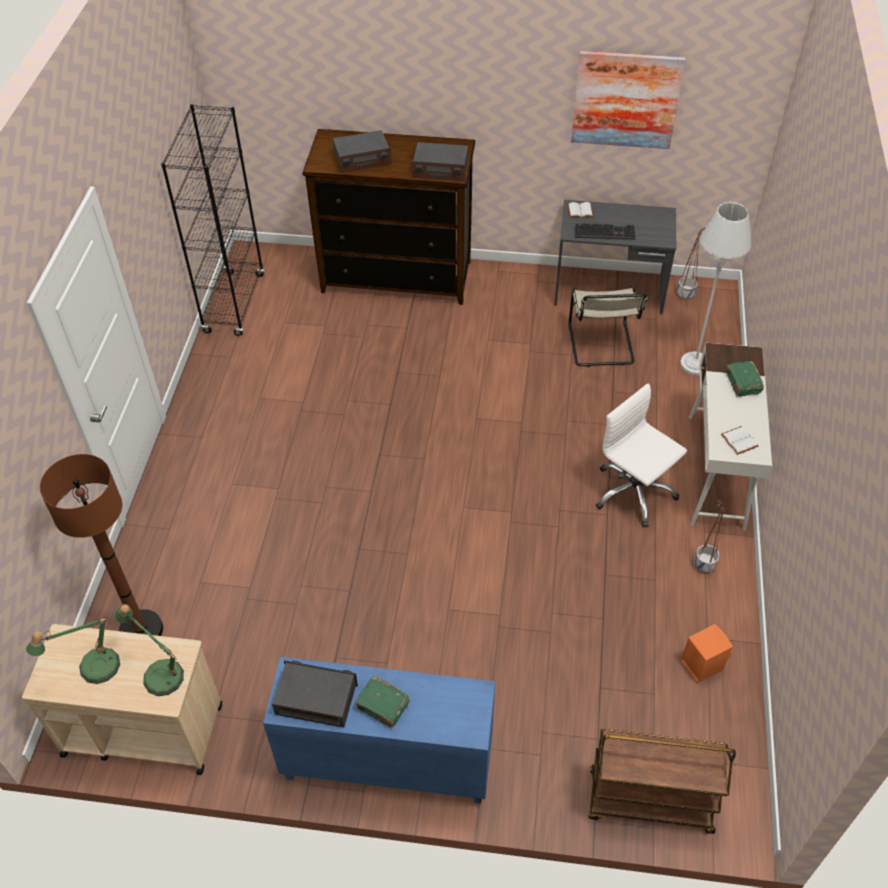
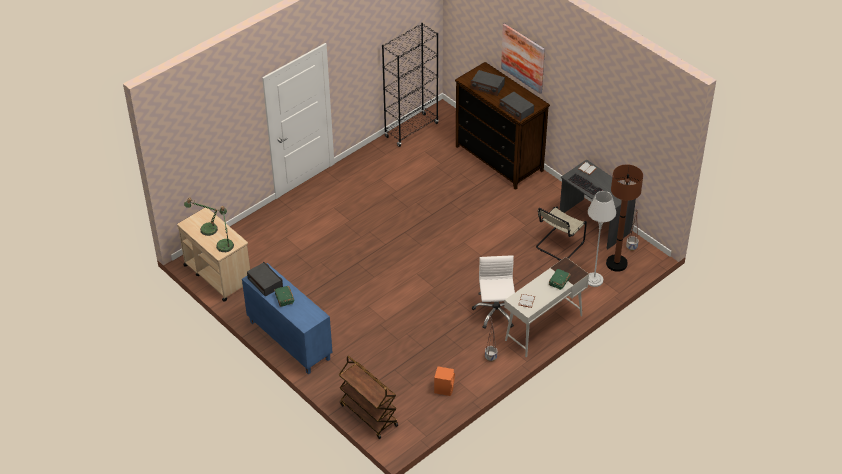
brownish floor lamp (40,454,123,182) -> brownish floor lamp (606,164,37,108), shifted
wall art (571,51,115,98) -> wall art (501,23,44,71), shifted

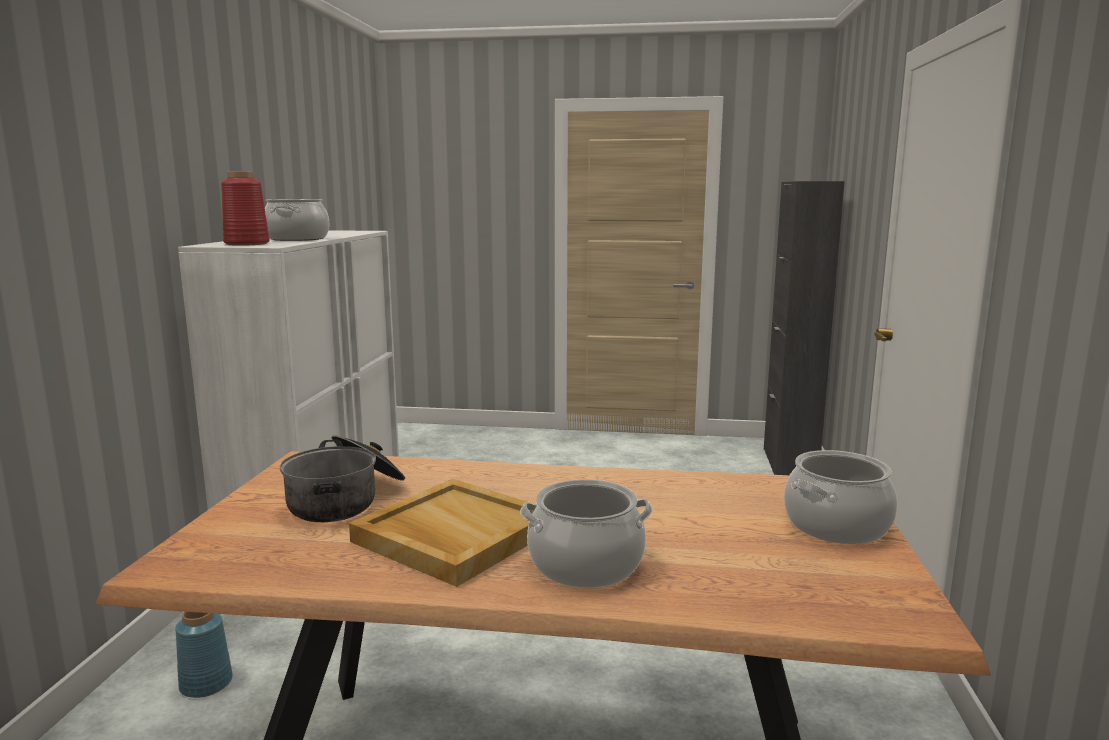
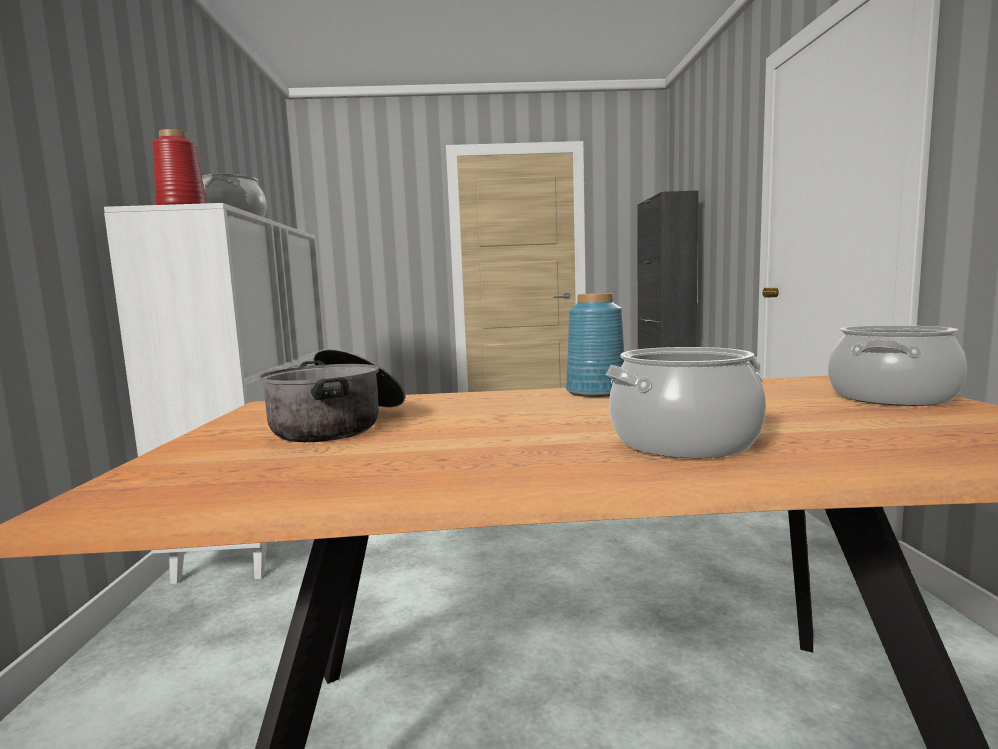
beige-coloured serving tray (349,479,184,108) -> none
blue flower vase (175,612,58,86) -> blue flower vase (566,293,59,104), shifted

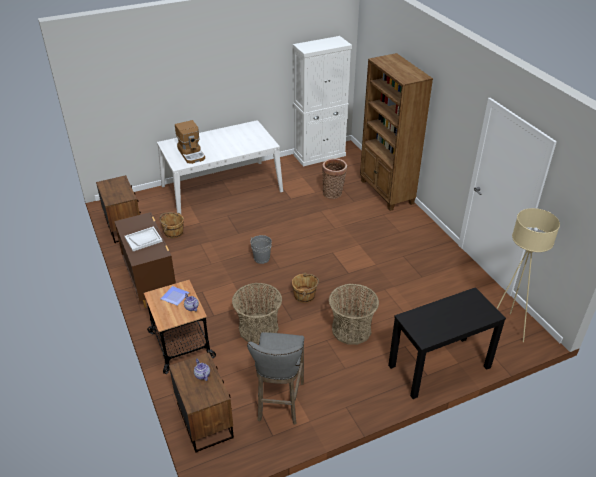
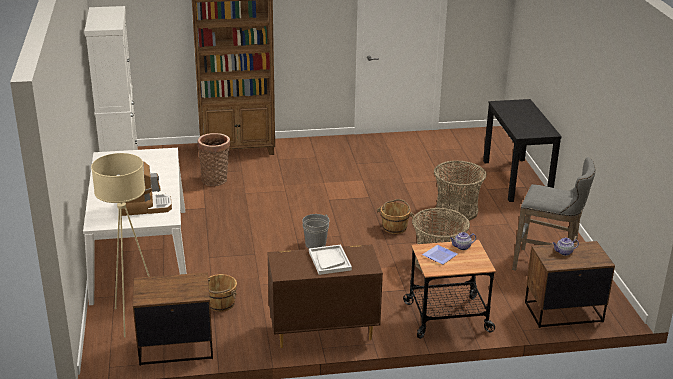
beige-coloured floor lamp (496,208,64,134) -> beige-coloured floor lamp (91,153,59,184), shifted

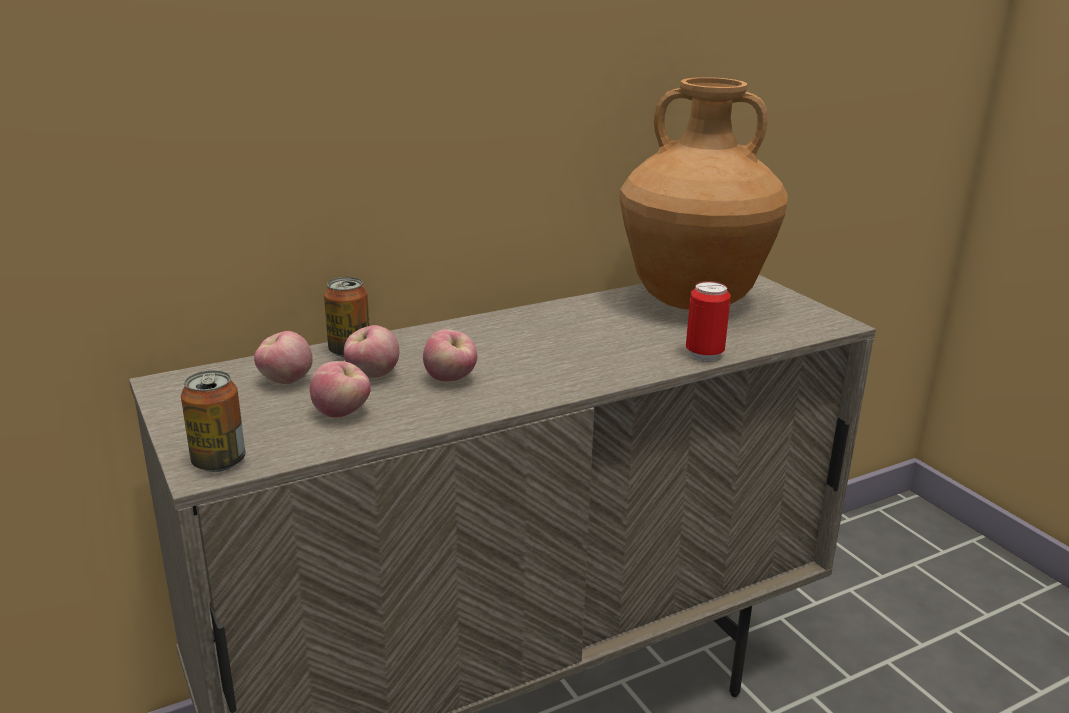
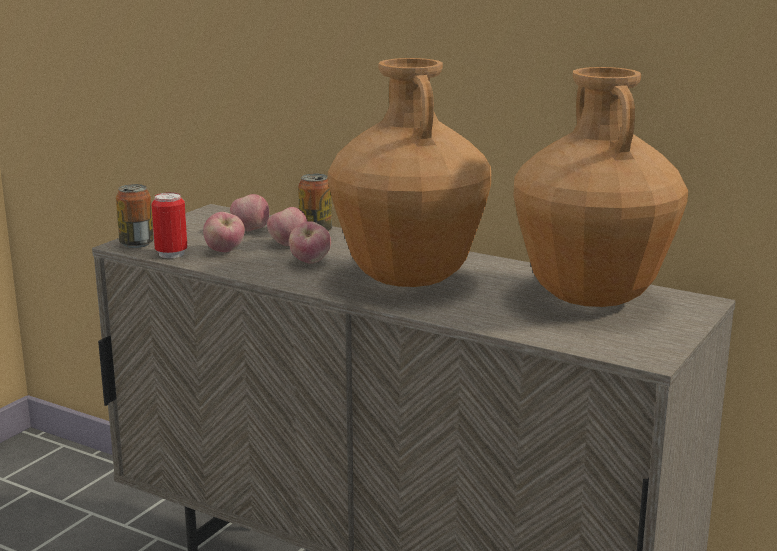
none -> brownish flower vase (328,58,163,229)
metal can (686,281,45,80) -> metal can (151,192,36,66), shifted

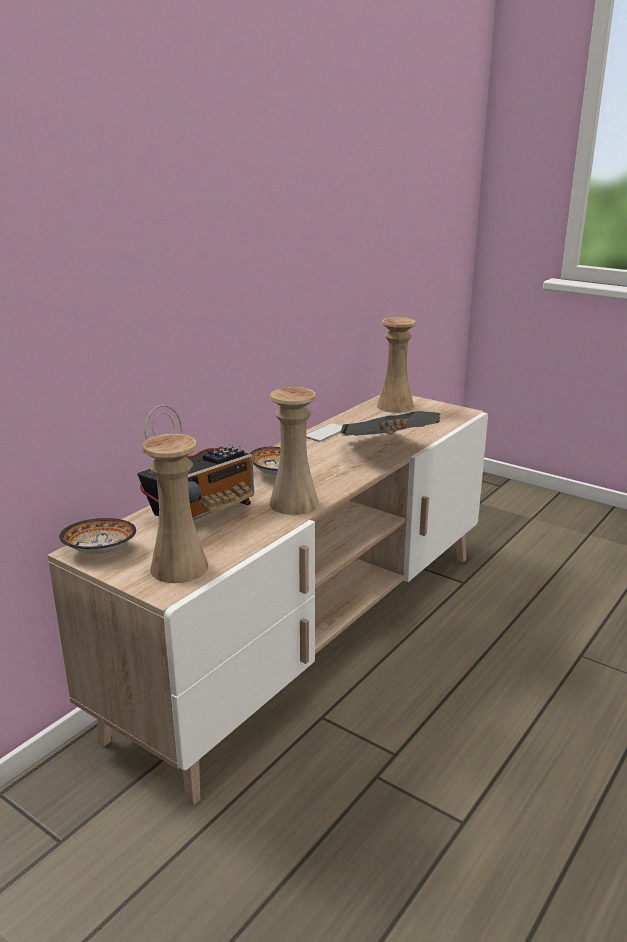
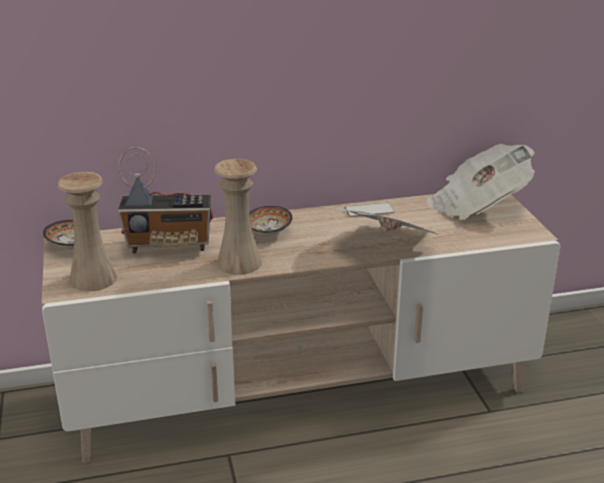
beige-coloured flower vase (377,317,40,96) -> daily paper (426,144,109,76)

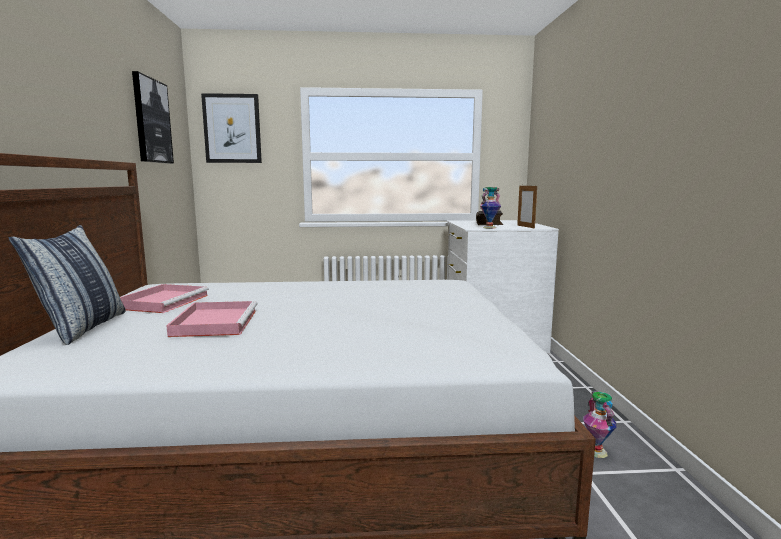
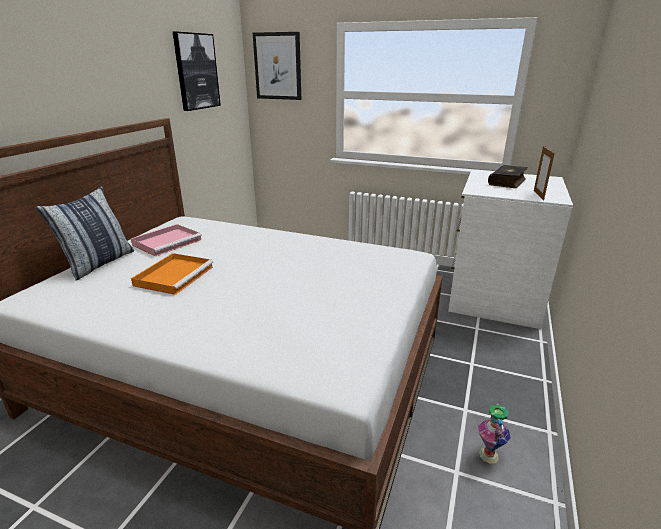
flower vase (480,187,21,42) -> none
pink serving tray (166,301,91,36) -> orange-coloured serving tray (131,253,83,42)

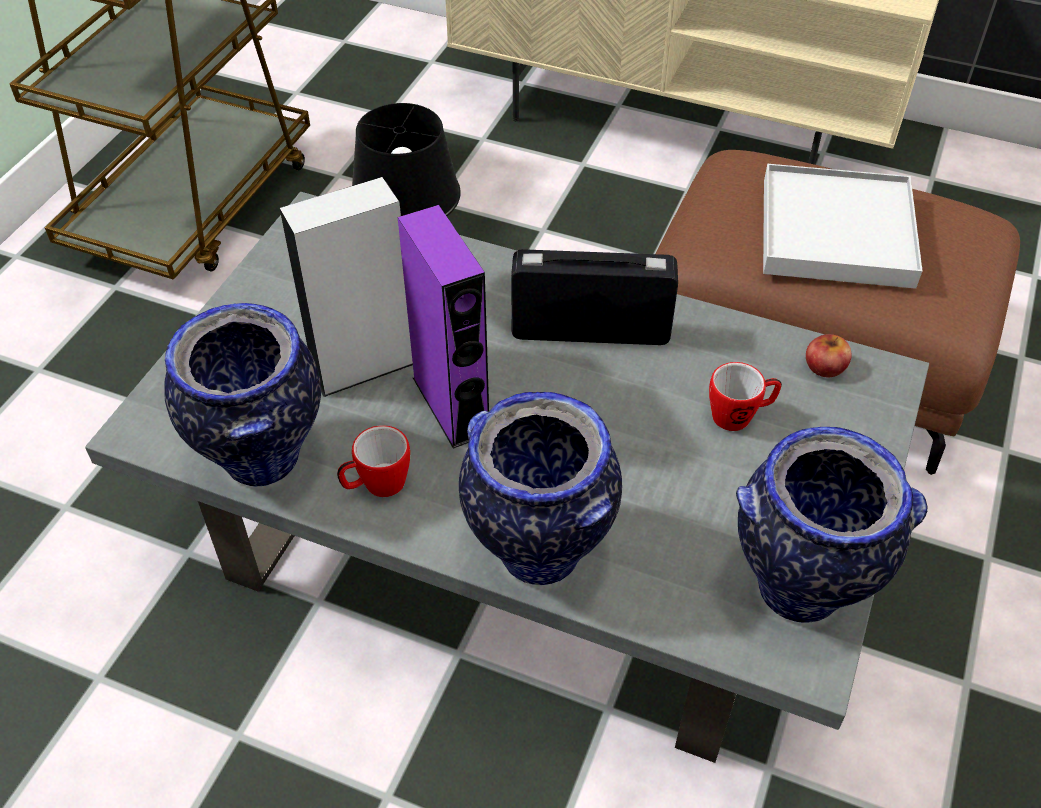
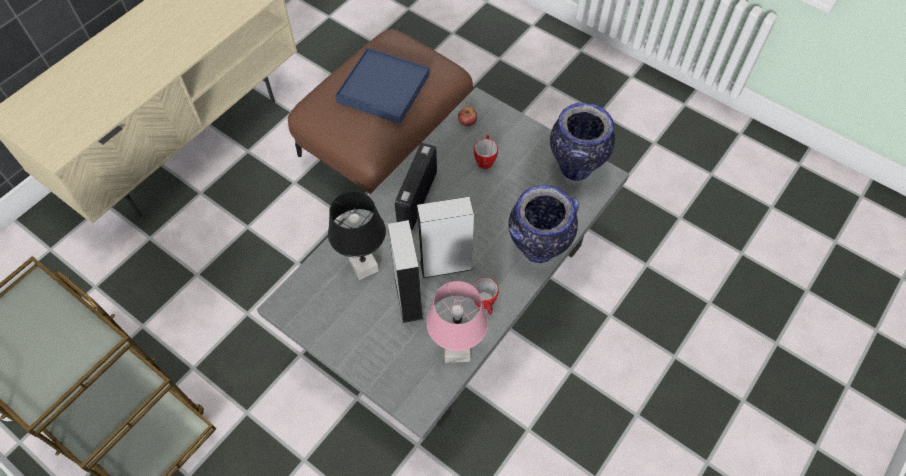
flower vase (164,303,157,183) -> pink lamp for a table (426,281,62,82)
purplish loudspeaker (398,205,91,244) -> greyish loudspeaker (417,197,57,81)
whitish serving tray (763,164,159,125) -> blue serving tray (335,48,95,76)

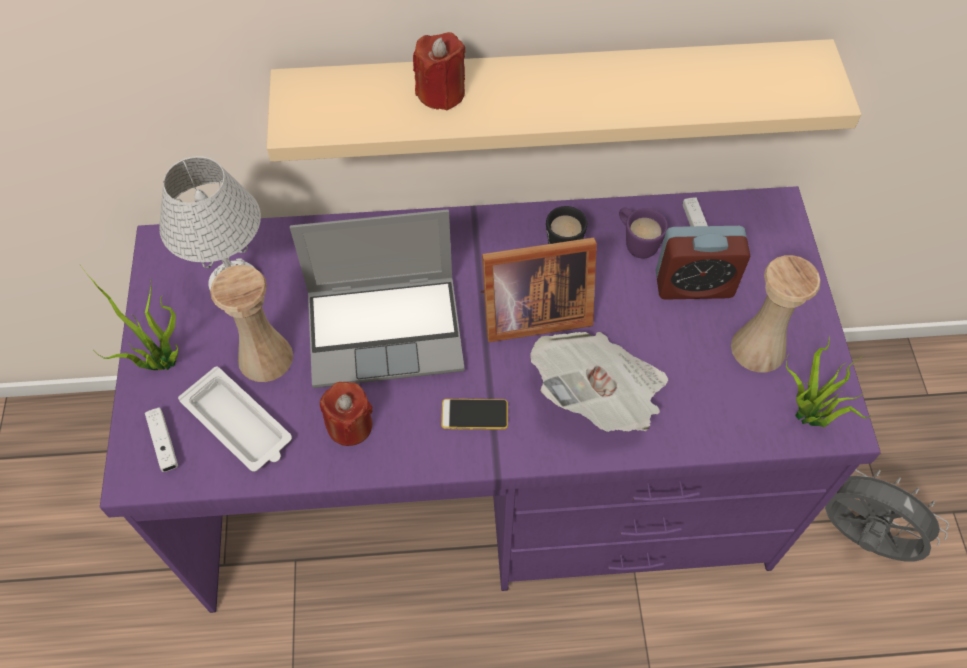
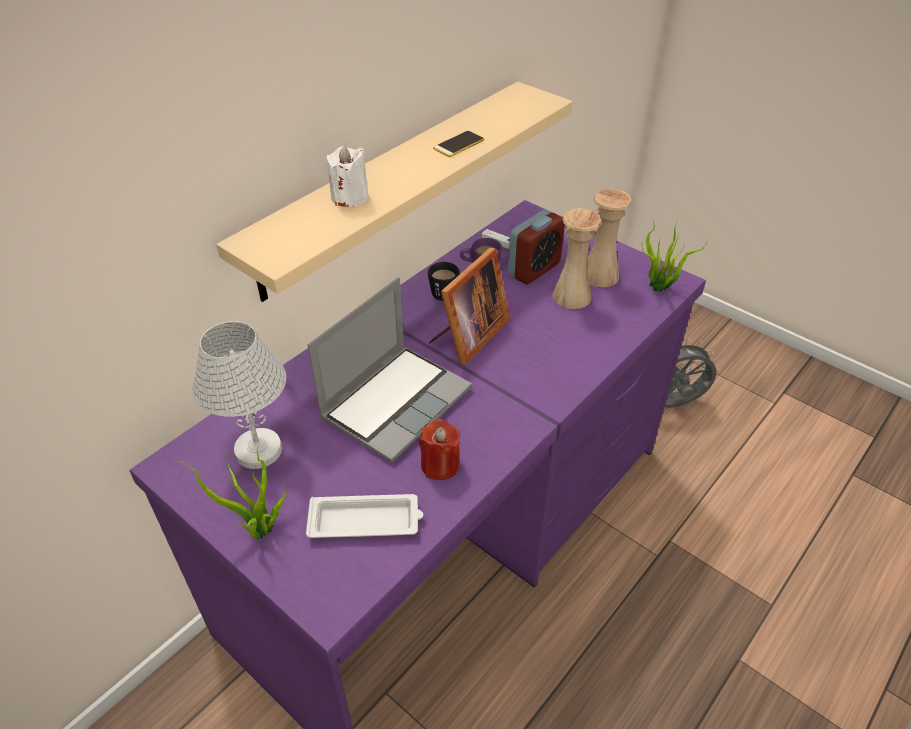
whitish game controller (145,407,33,65) -> none
daily paper (530,332,138,100) -> none
beige-coloured flower vase (210,265,83,117) -> beige-coloured flower vase (552,208,50,101), shifted
handset (441,399,67,31) -> handset (433,131,51,26), shifted
red candle (413,32,52,78) -> whitish candle (327,145,42,62)

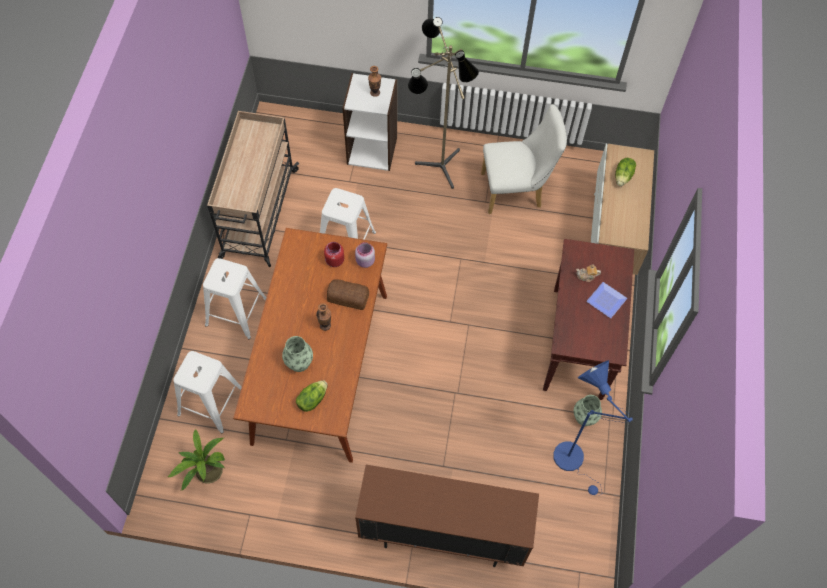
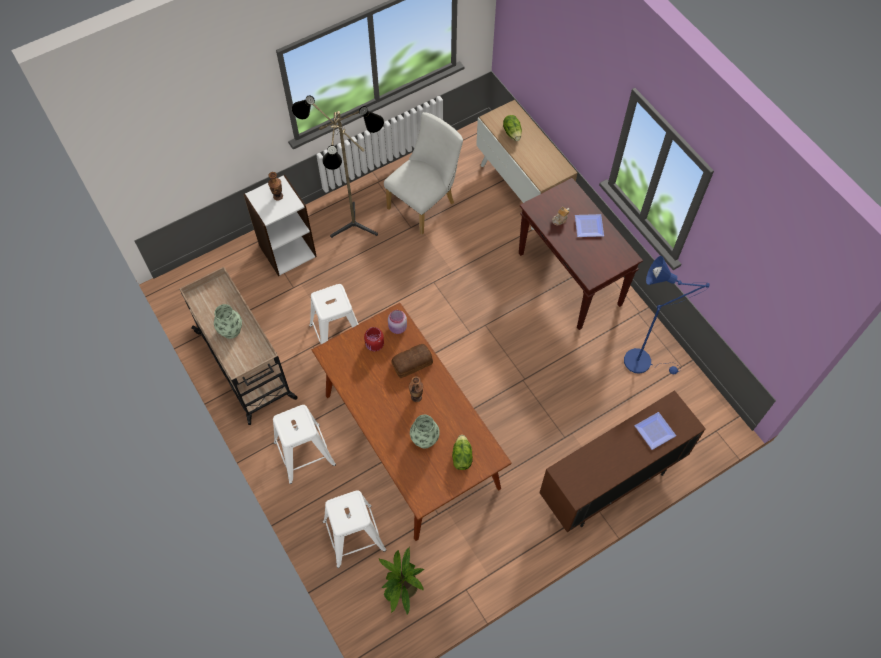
none -> flat dish (635,412,41,38)
flower vase (574,395,28,31) -> flower vase (214,304,28,35), shifted

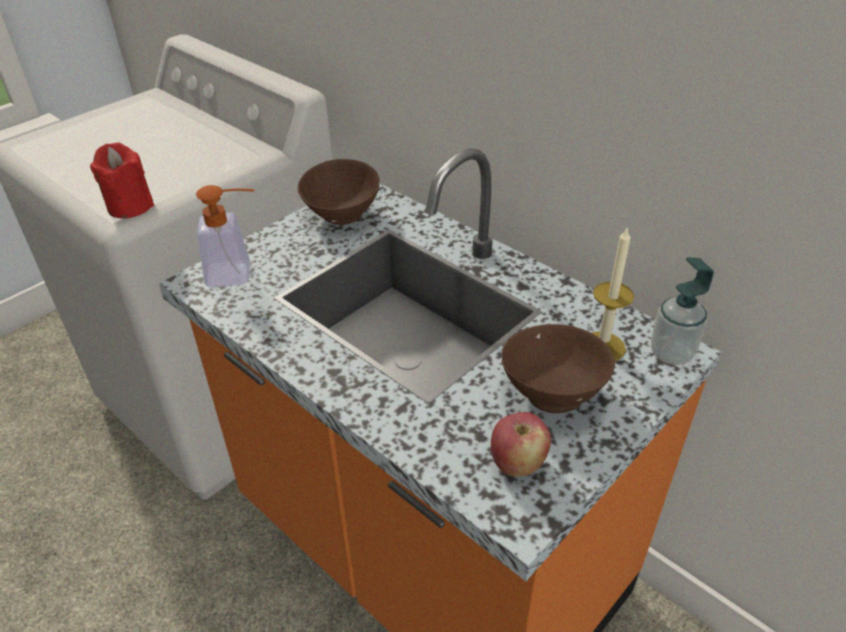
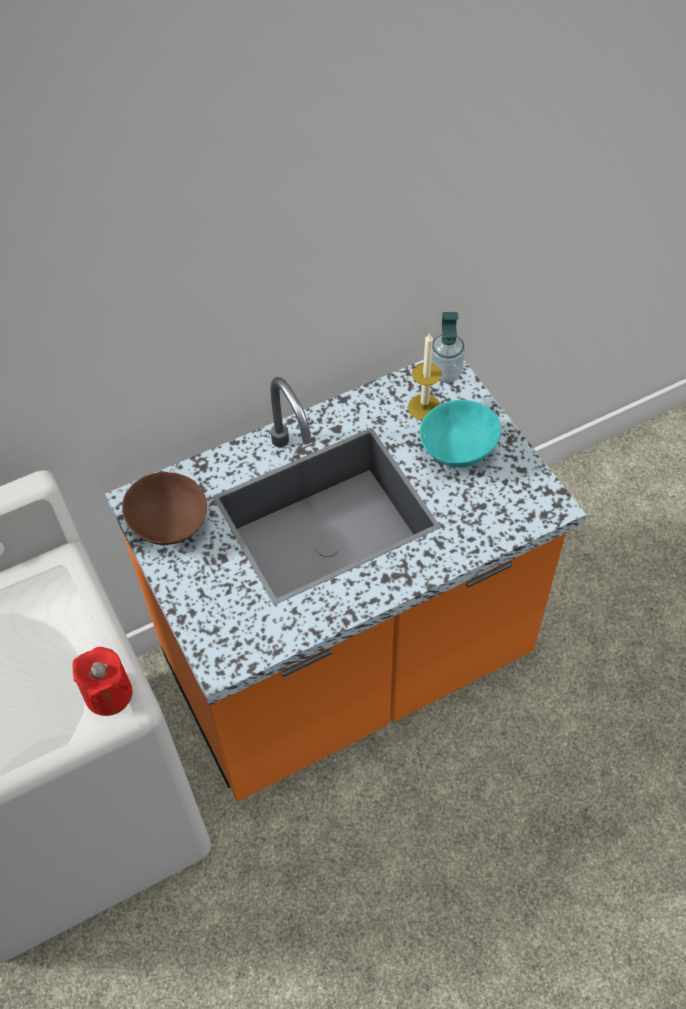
soap dispenser (196,185,59,103) -> none
apple fruit (491,412,60,65) -> none
brownish deep dish (502,324,113,89) -> turquoise-coloured deep dish (419,400,82,68)

